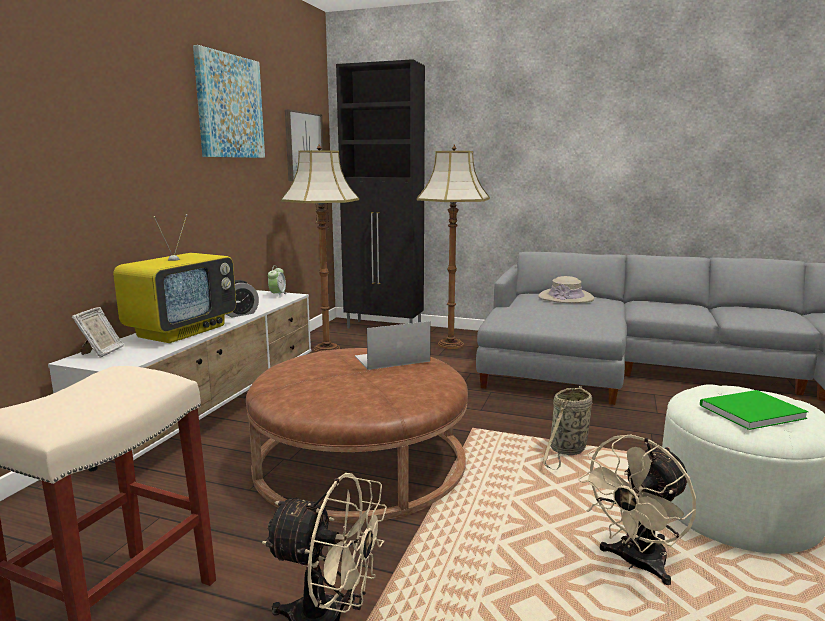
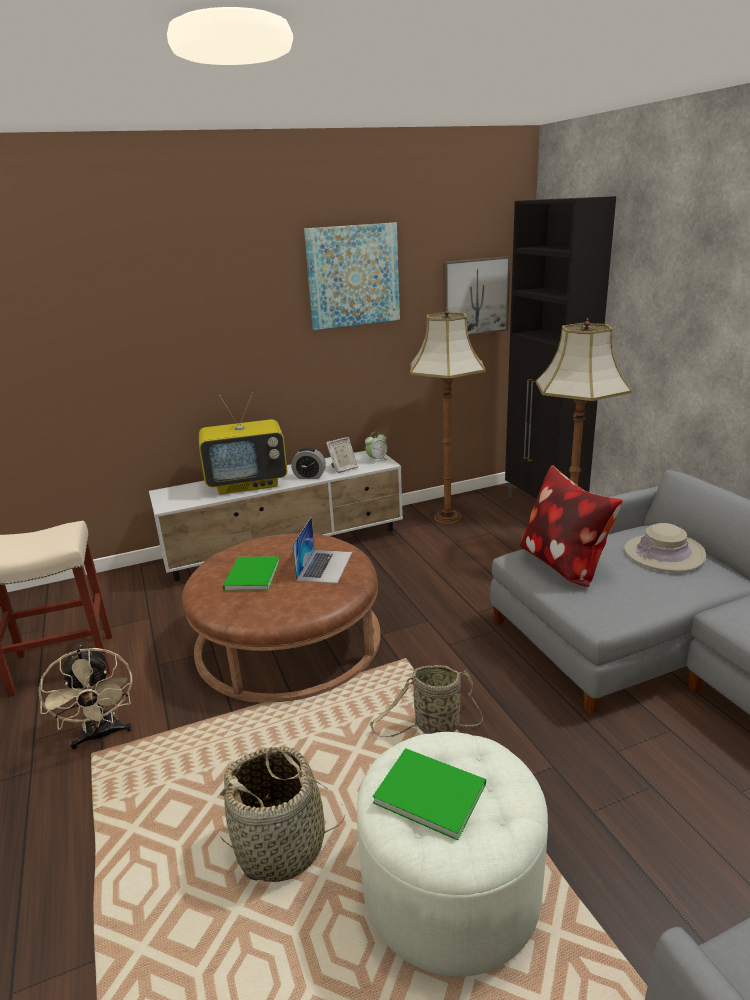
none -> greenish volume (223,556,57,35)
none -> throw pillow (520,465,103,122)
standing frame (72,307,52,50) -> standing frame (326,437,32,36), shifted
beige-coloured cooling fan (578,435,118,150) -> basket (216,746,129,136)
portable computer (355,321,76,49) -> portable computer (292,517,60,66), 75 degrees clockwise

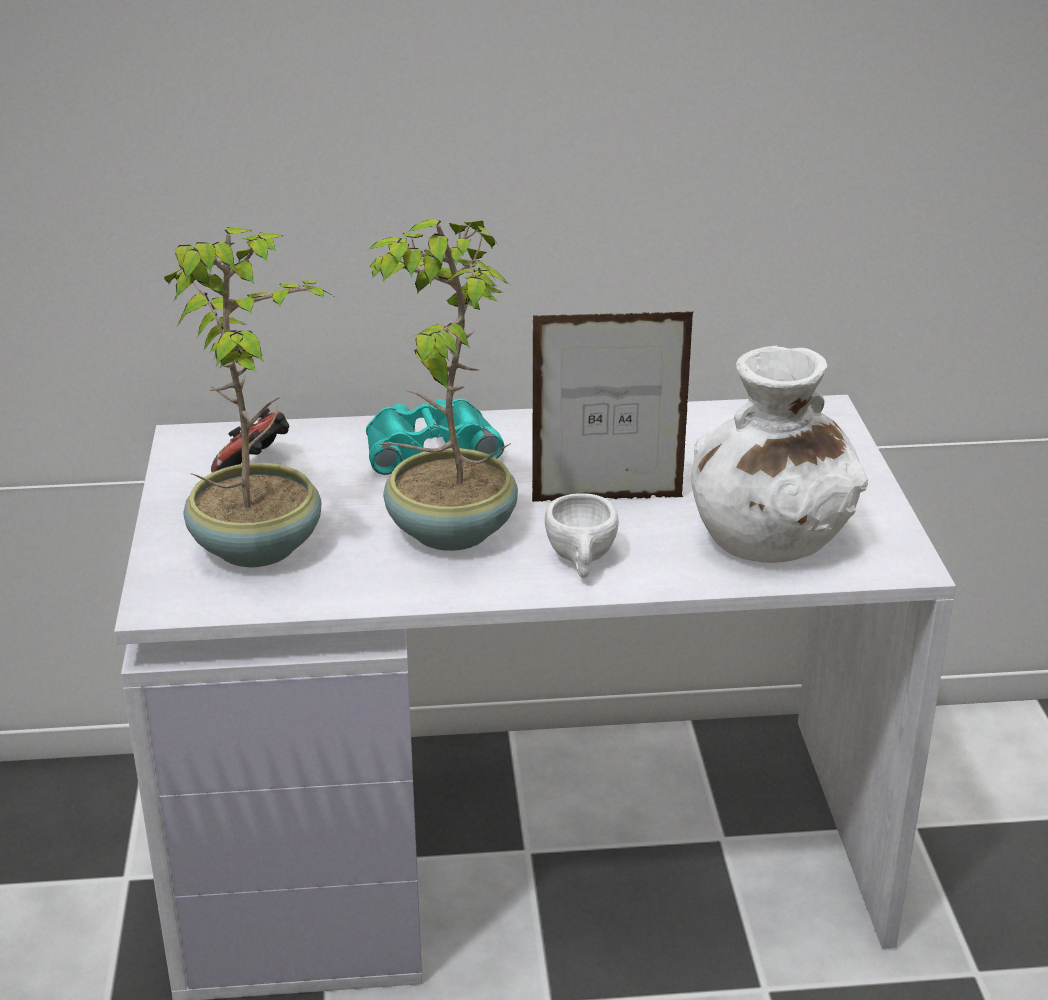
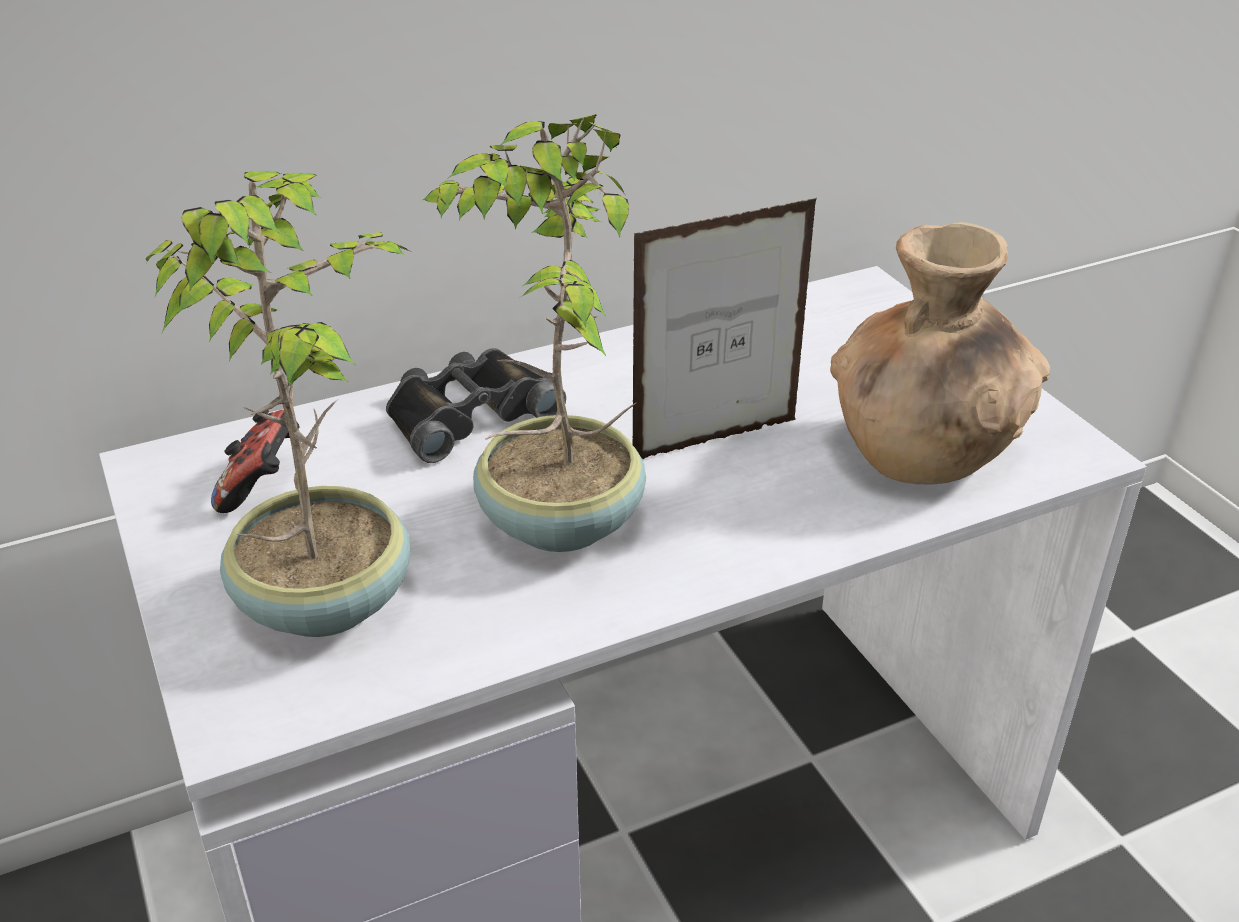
whitish small cup (545,493,74,85) -> none
turquoise-coloured field glasses (366,399,138,76) -> blackish field glasses (386,348,180,115)
whitish flower vase (691,346,177,217) -> brownish flower vase (830,222,220,262)

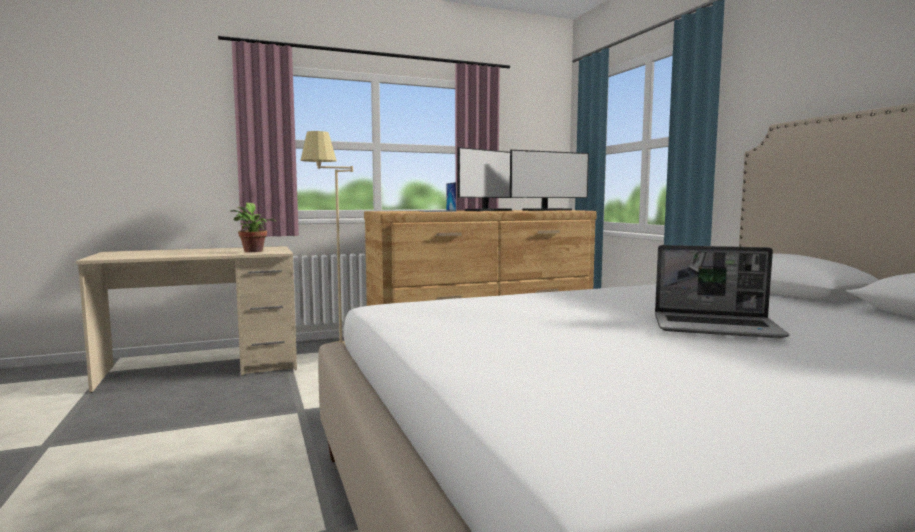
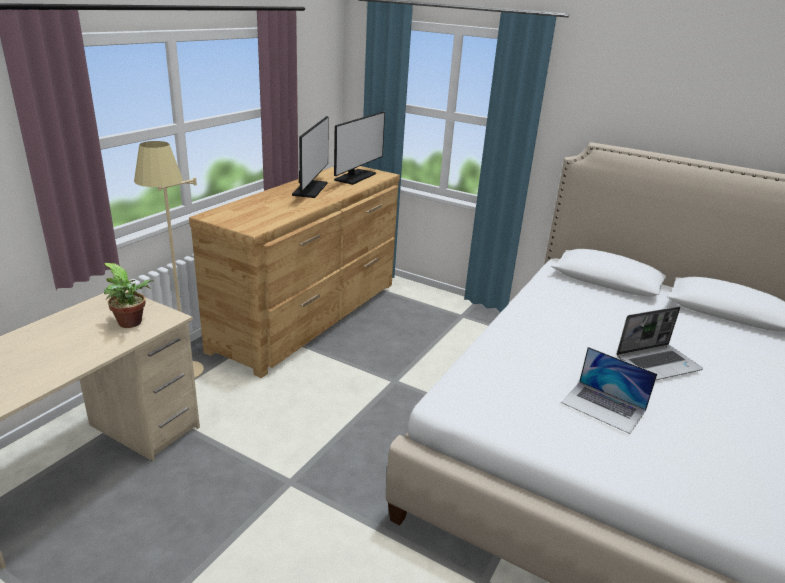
portable computer (422,182,34,30) -> portable computer (561,347,96,87), shifted

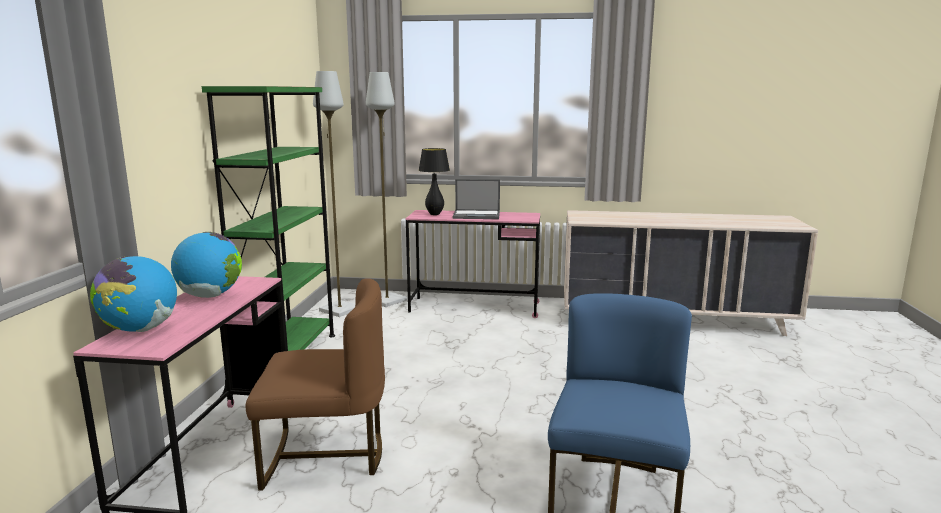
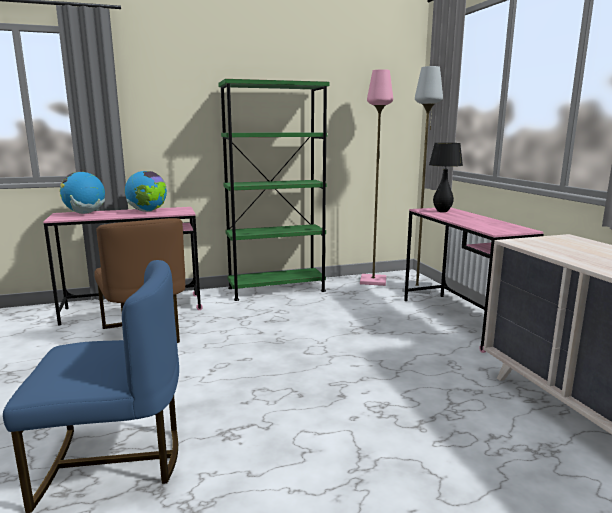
portable computer (452,179,48,40) -> none
greyish floor lamp (313,71,42,246) -> pink floor lamp (360,69,33,217)

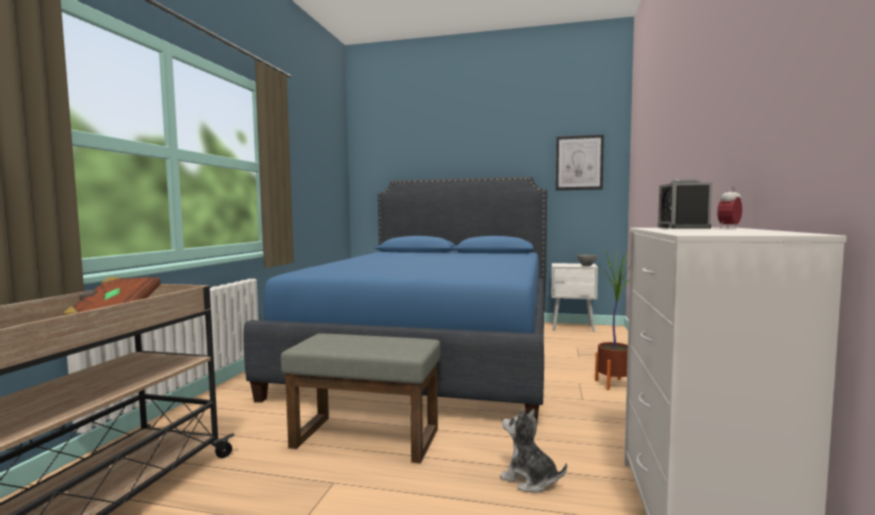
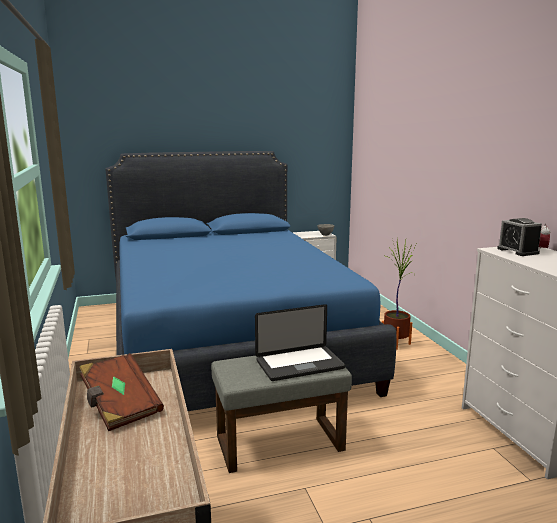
soft toy (500,409,67,84) -> none
wall art (556,134,48,56) -> none
none -> portable computer (255,304,90,77)

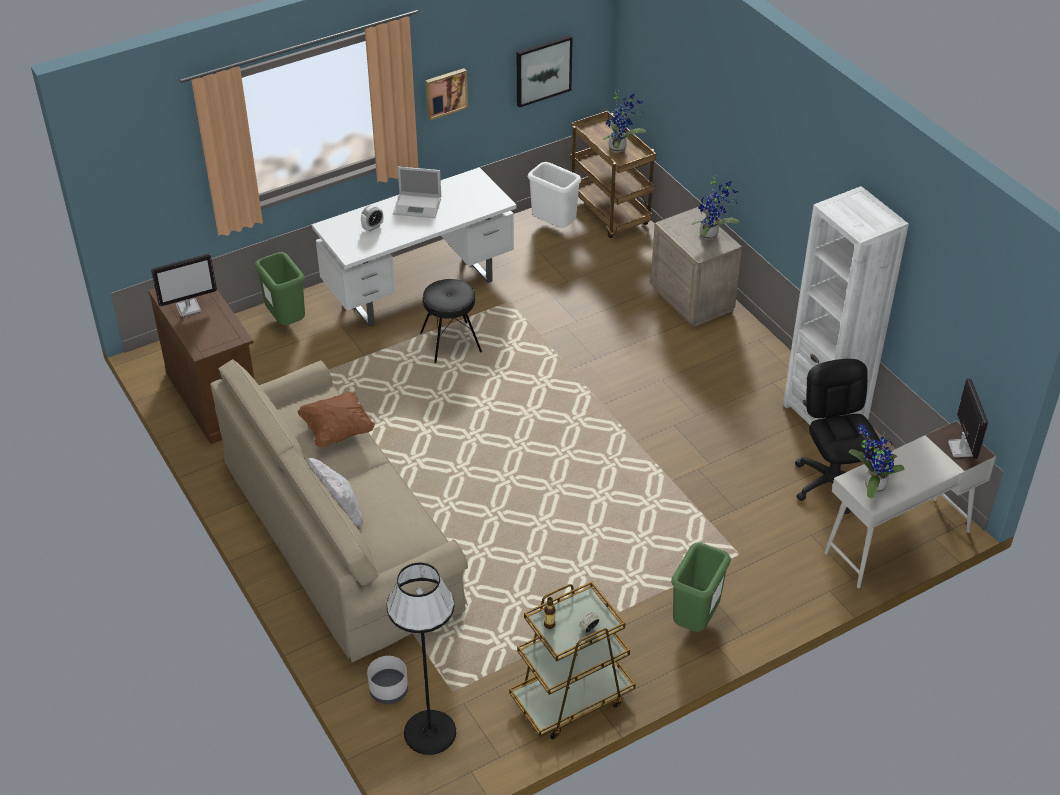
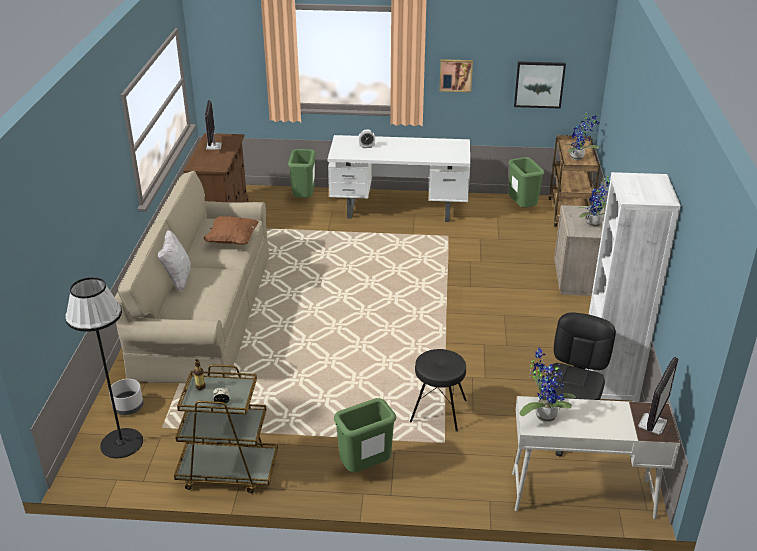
portable computer (393,167,48,51) -> none
blackish stool seat (420,279,62,84) -> blackish stool seat (410,349,57,83), shifted
whitish waste bin (528,162,53,66) -> greenish waste bin (509,157,35,51)
computer screen (151,253,66,64) -> computer screen (205,100,17,50), 75 degrees clockwise

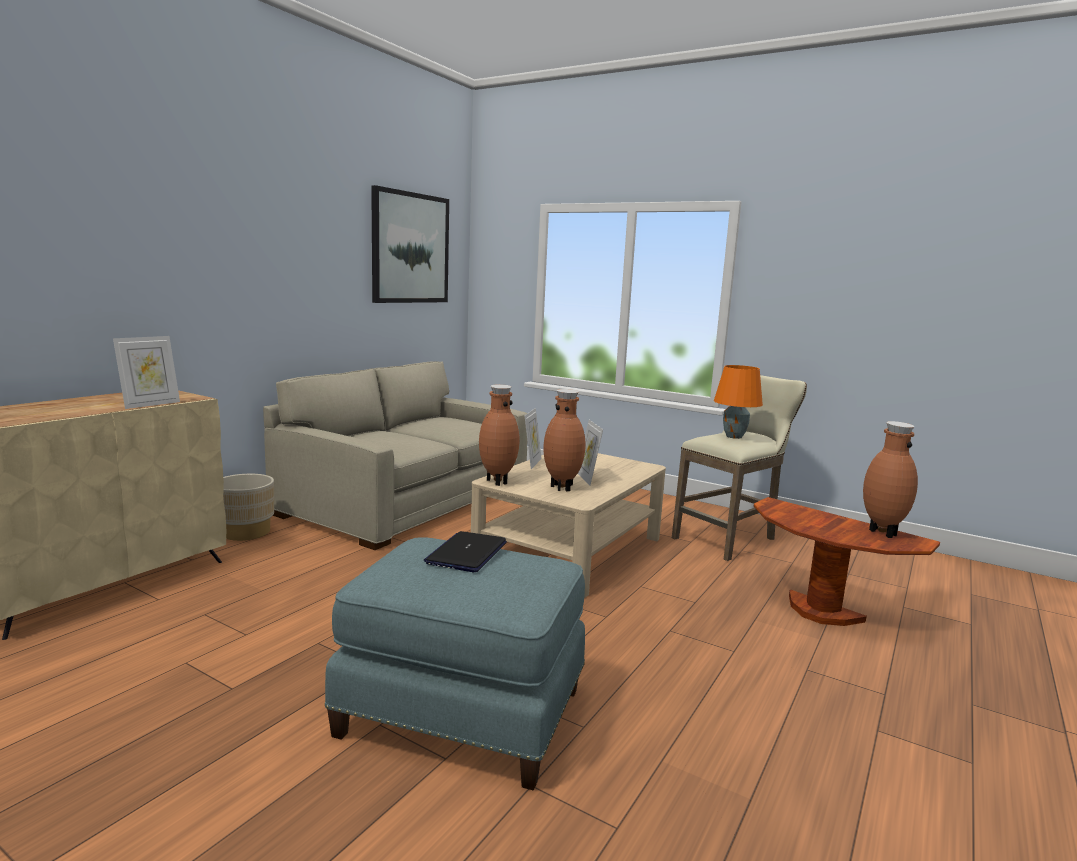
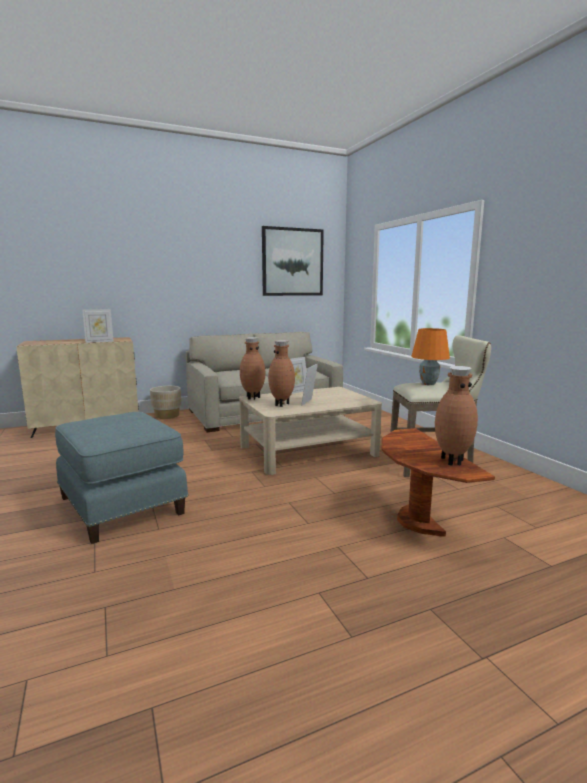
portable computer (424,531,83,41) -> none

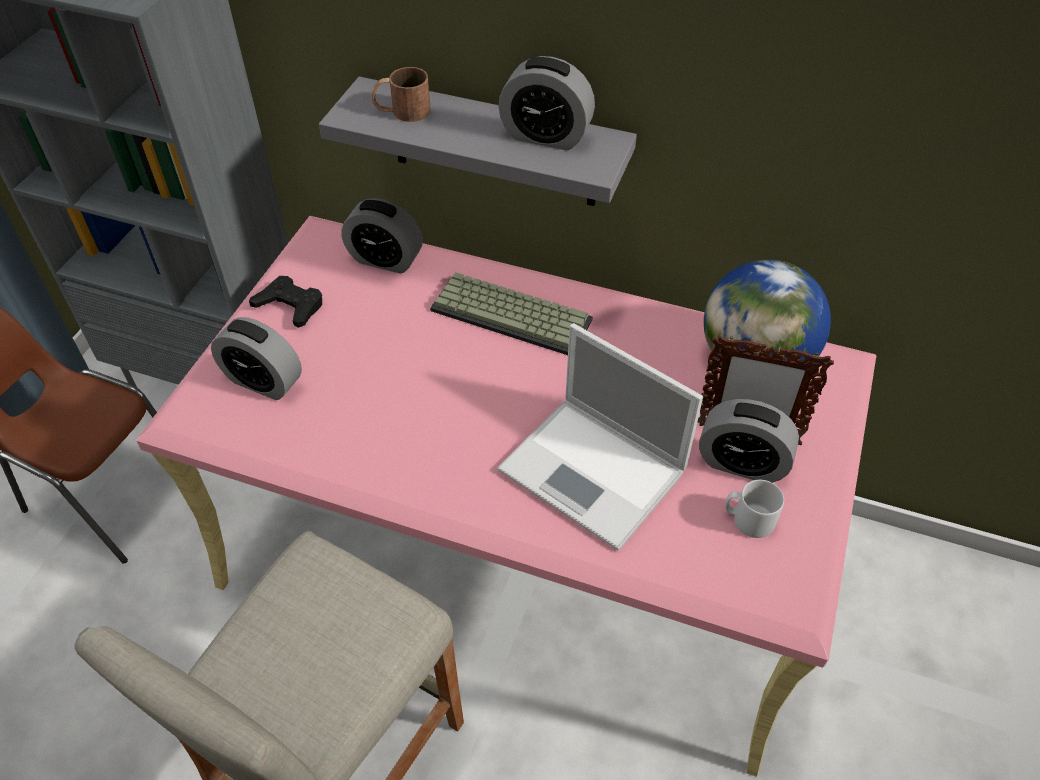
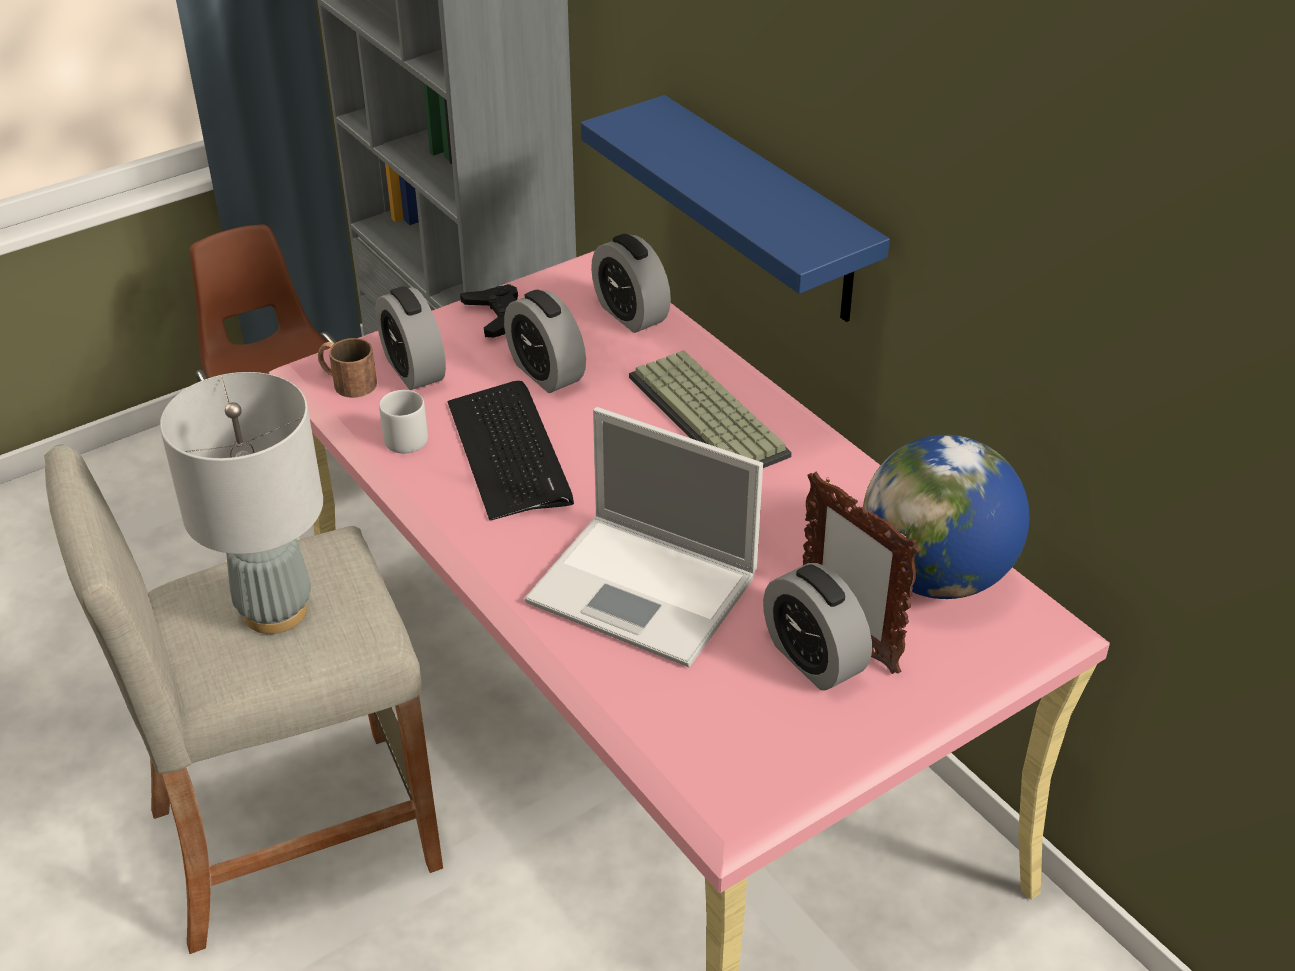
none -> greyish lamp for a table (160,372,163,262)
none -> keyboard (448,381,126,139)
brownish coffee mug (372,67,59,55) -> brownish coffee mug (318,338,59,60), shifted
bedside clock (498,56,97,94) -> bedside clock (504,290,82,103), shifted
greyish coffee mug (725,480,59,58) -> greyish coffee mug (379,390,49,63), shifted
greyish shelf (319,76,318,130) -> blue shelf (581,95,309,227)
portable computer (497,323,206,227) -> portable computer (525,407,238,260), 45 degrees counterclockwise

